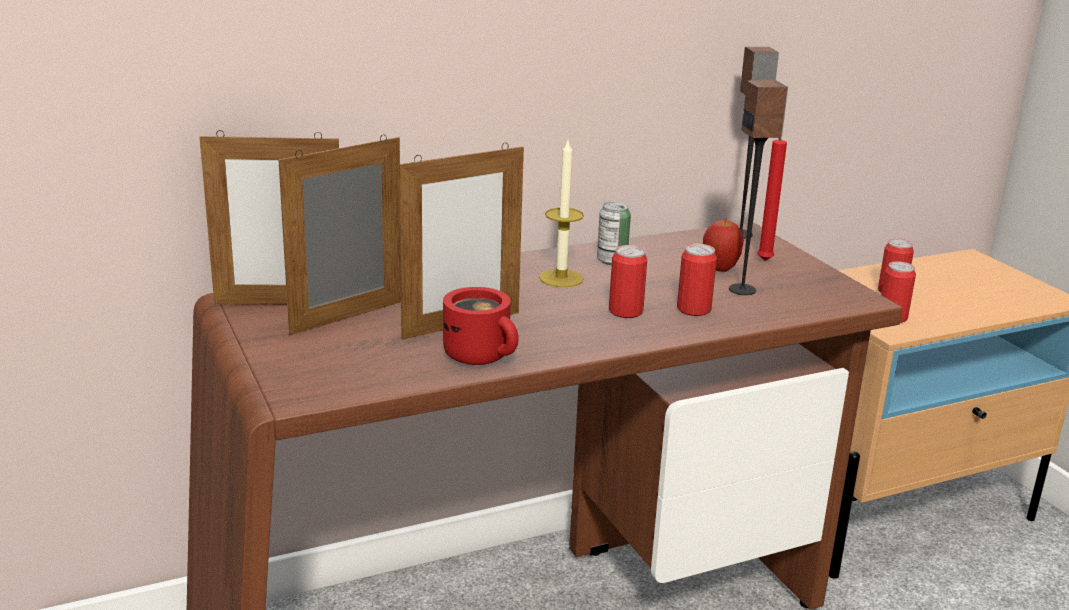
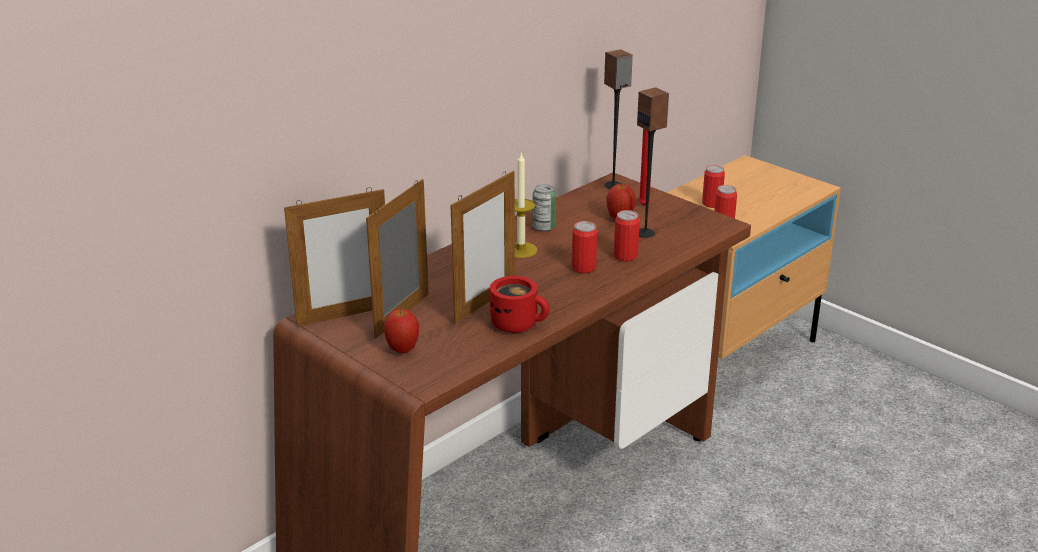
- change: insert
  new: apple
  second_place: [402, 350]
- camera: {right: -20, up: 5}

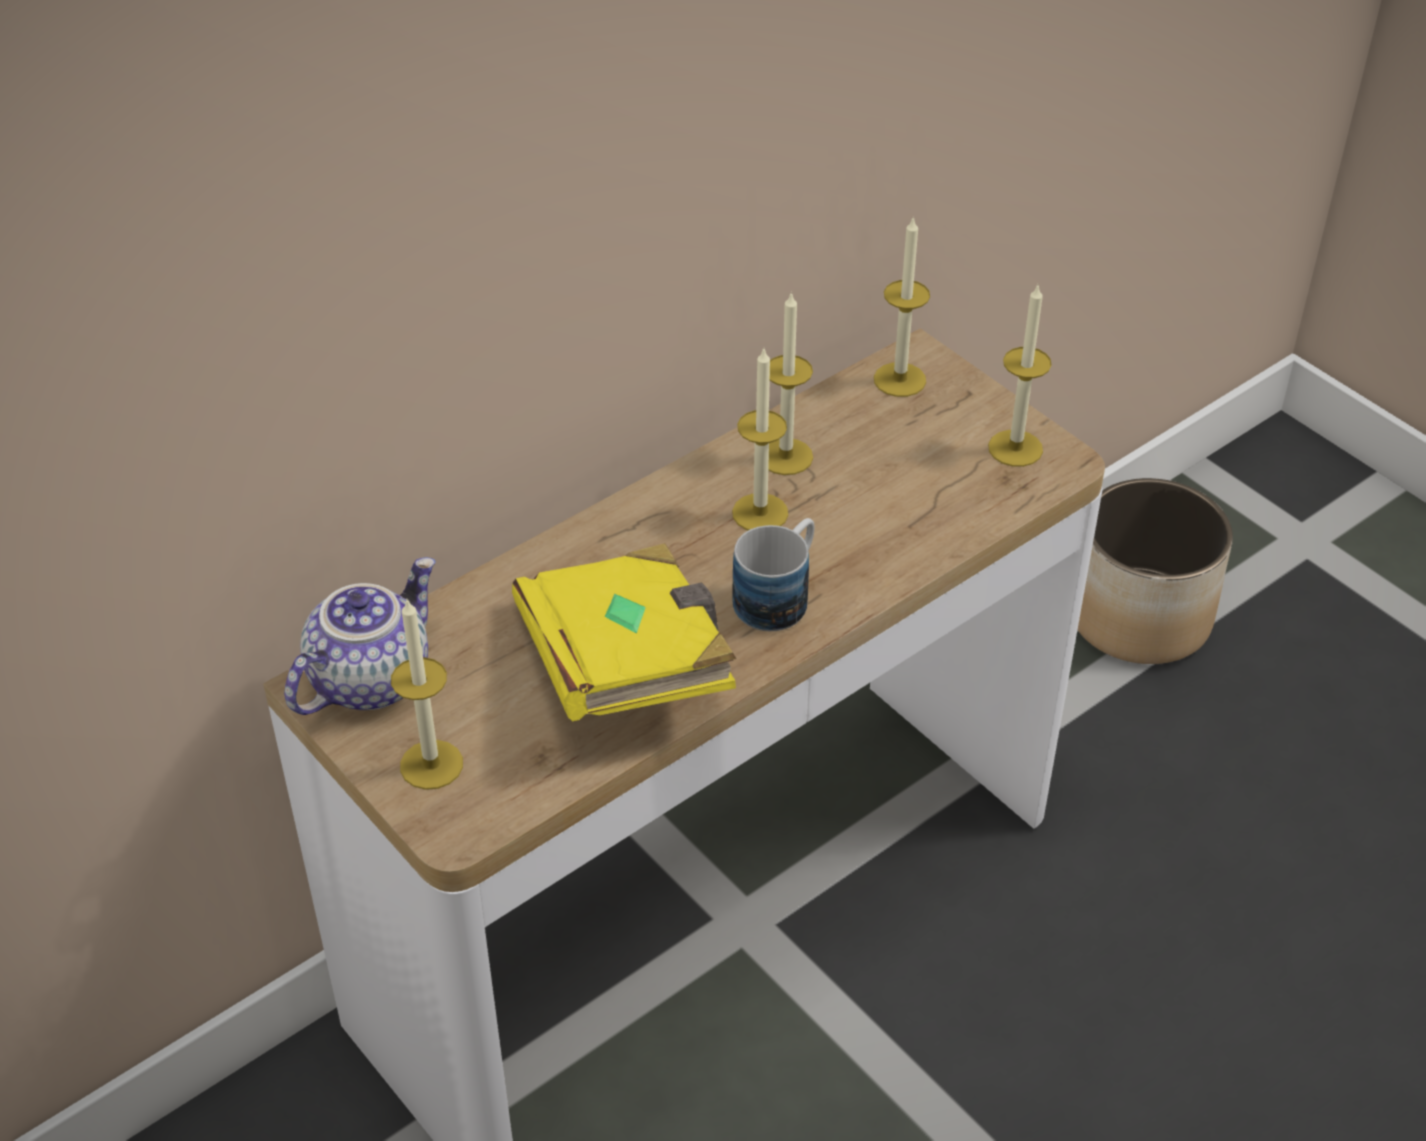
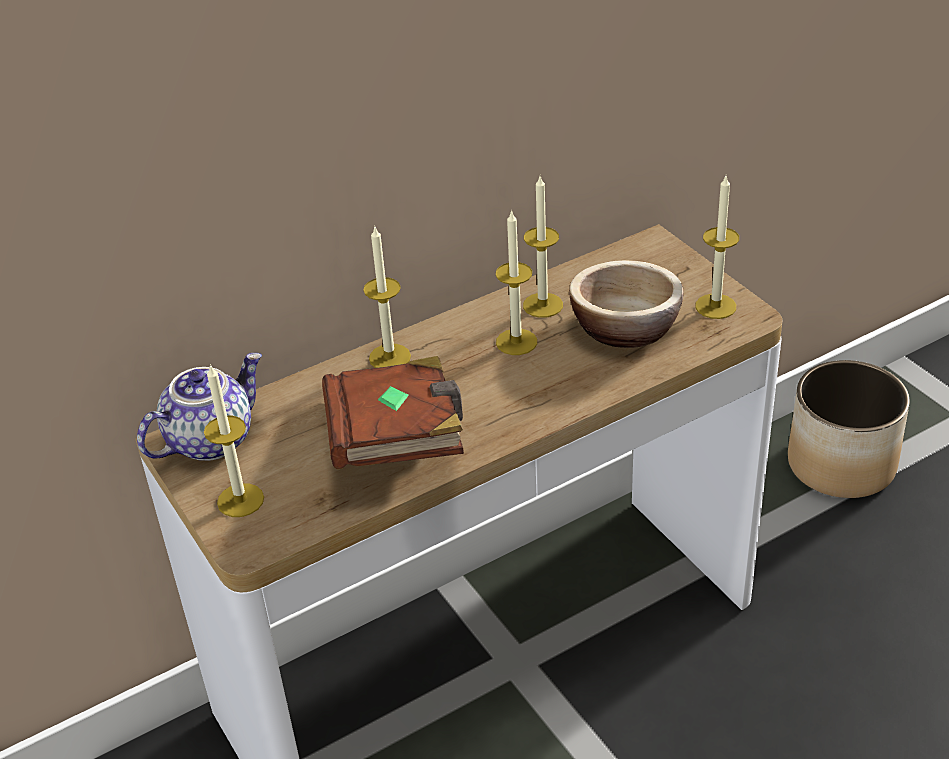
- change: move
  old: wax candle
  first_place: [899, 380]
  second_place: [389, 357]
- change: delete
  old: coffee mug
  first_place: [780, 595]
- change: recolor
  old: yellow-coloured book
  new: brown book
  first_place: [627, 667]
  second_place: [397, 441]
- change: insert
  new: deep dish
  second_place: [625, 328]
- camera: {right: 10, up: -5}

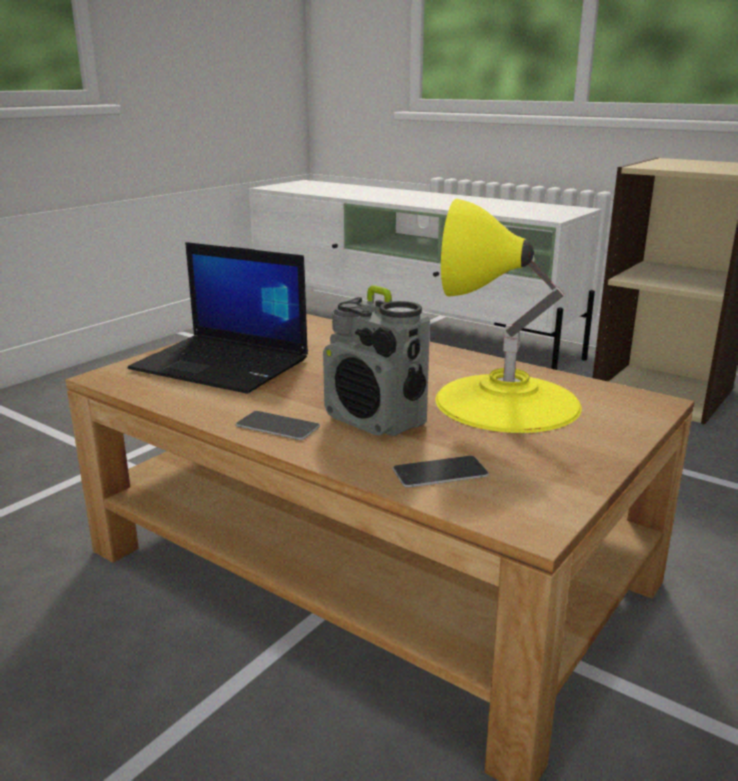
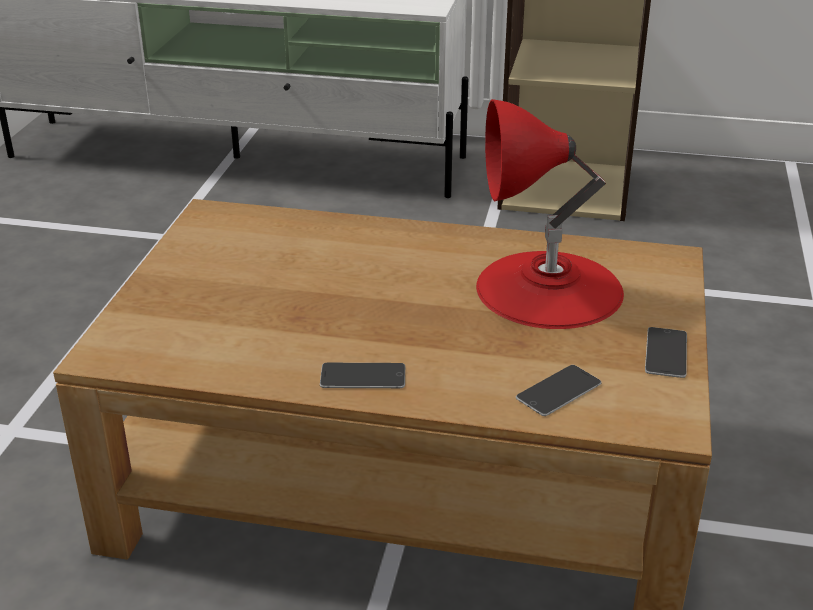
- change: recolor
  old: yellow-coloured table lamp
  new: red-coloured table lamp
  first_place: [506, 402]
  second_place: [549, 289]
- change: delete
  old: laptop
  first_place: [223, 364]
- change: delete
  old: radio set
  first_place: [376, 421]
- change: insert
  new: phone
  second_place: [666, 352]
- camera: {right: -25, up: 10}

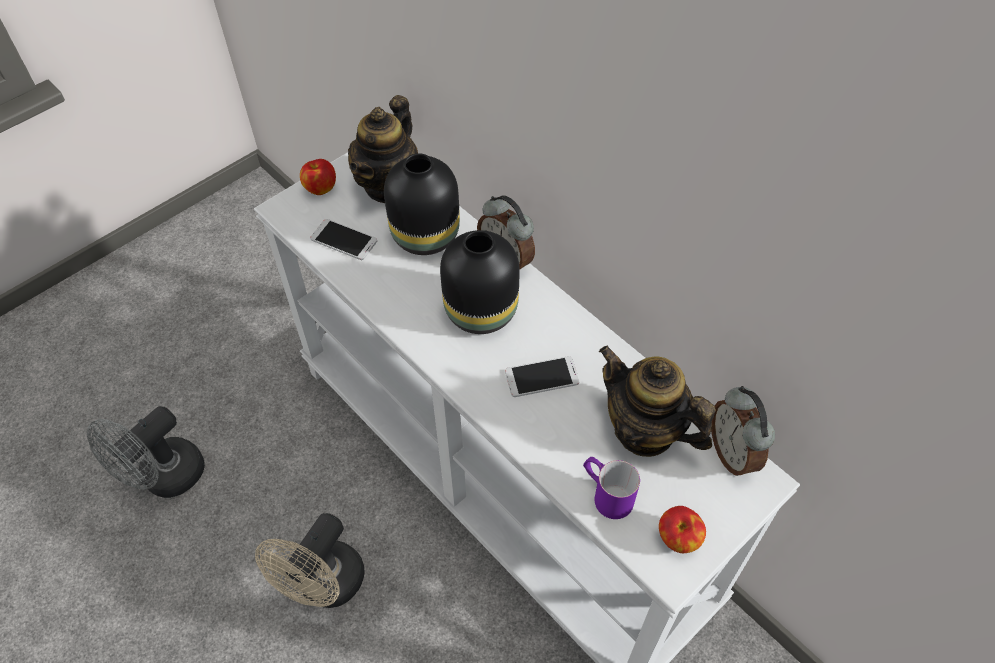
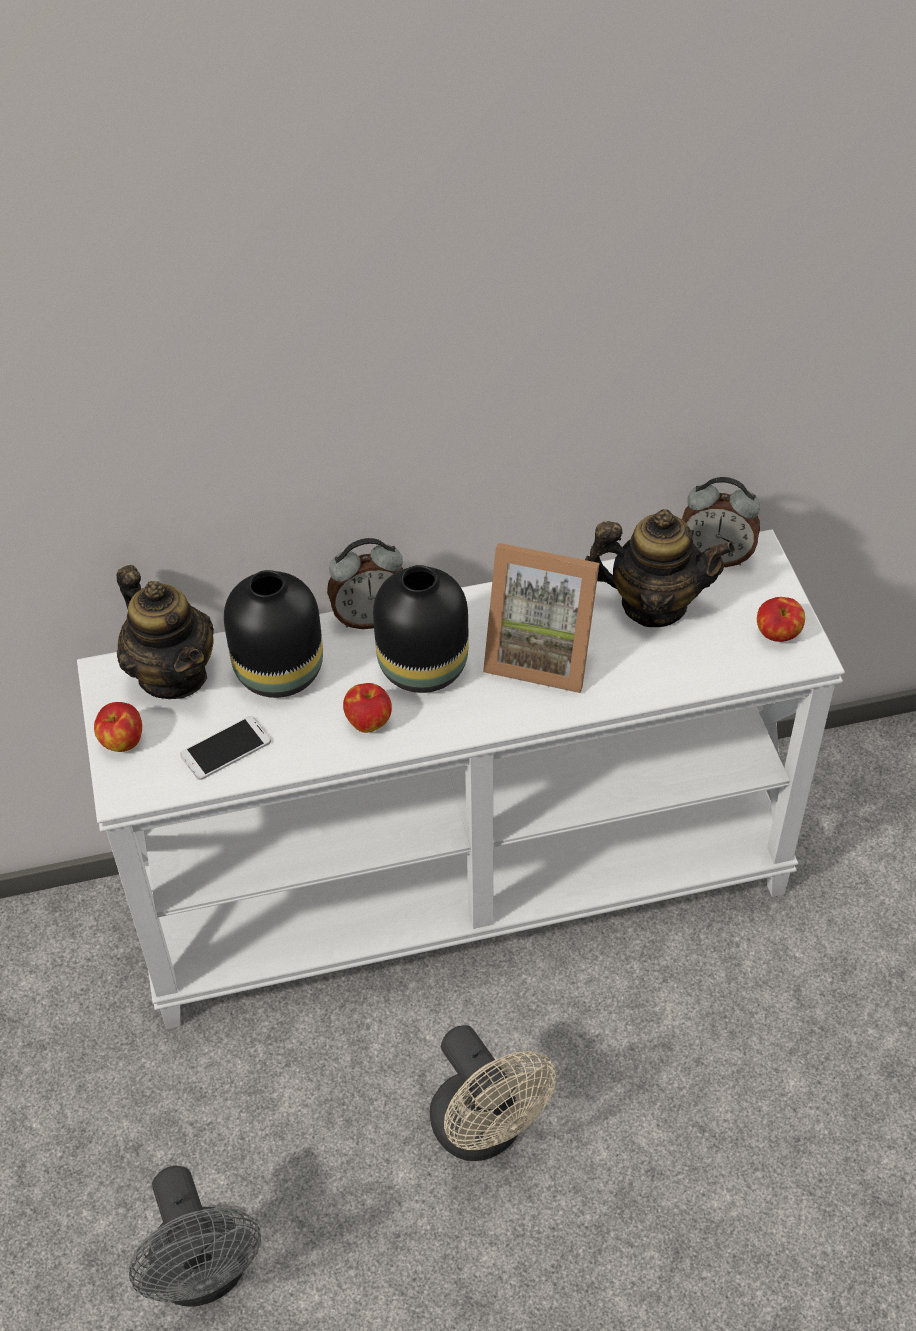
- change: rotate
  old: teapot
  first_place: [645, 430]
  second_place: [653, 605]
  degrees: -150
- change: replace
  old: phone
  new: picture frame
  first_place: [541, 377]
  second_place: [541, 653]
- change: delete
  old: purple coffee mug
  first_place: [606, 493]
- change: insert
  new: apple
  second_place: [369, 721]
- camera: {right: -60, up: -5}

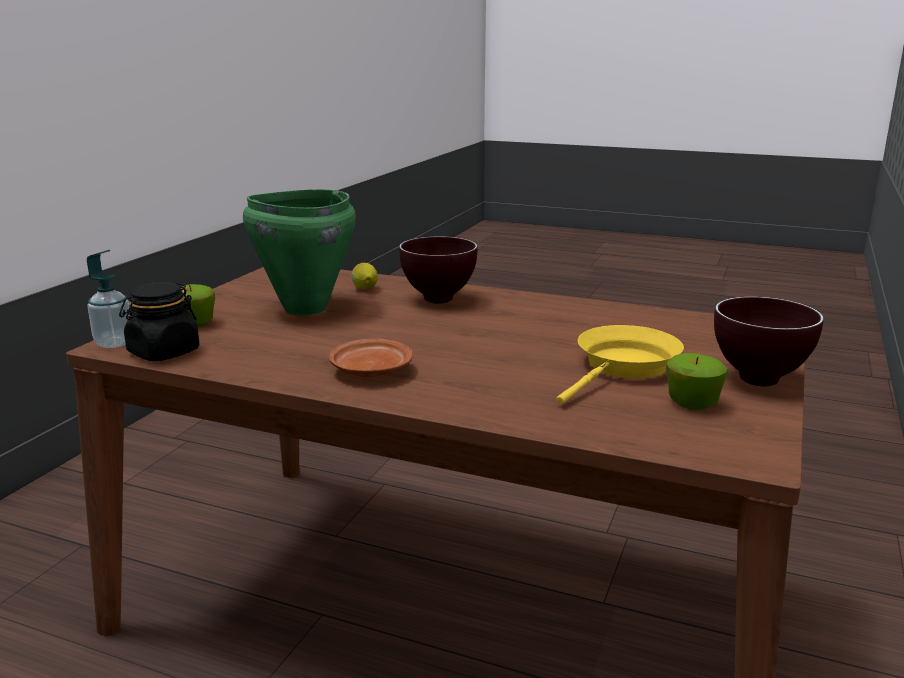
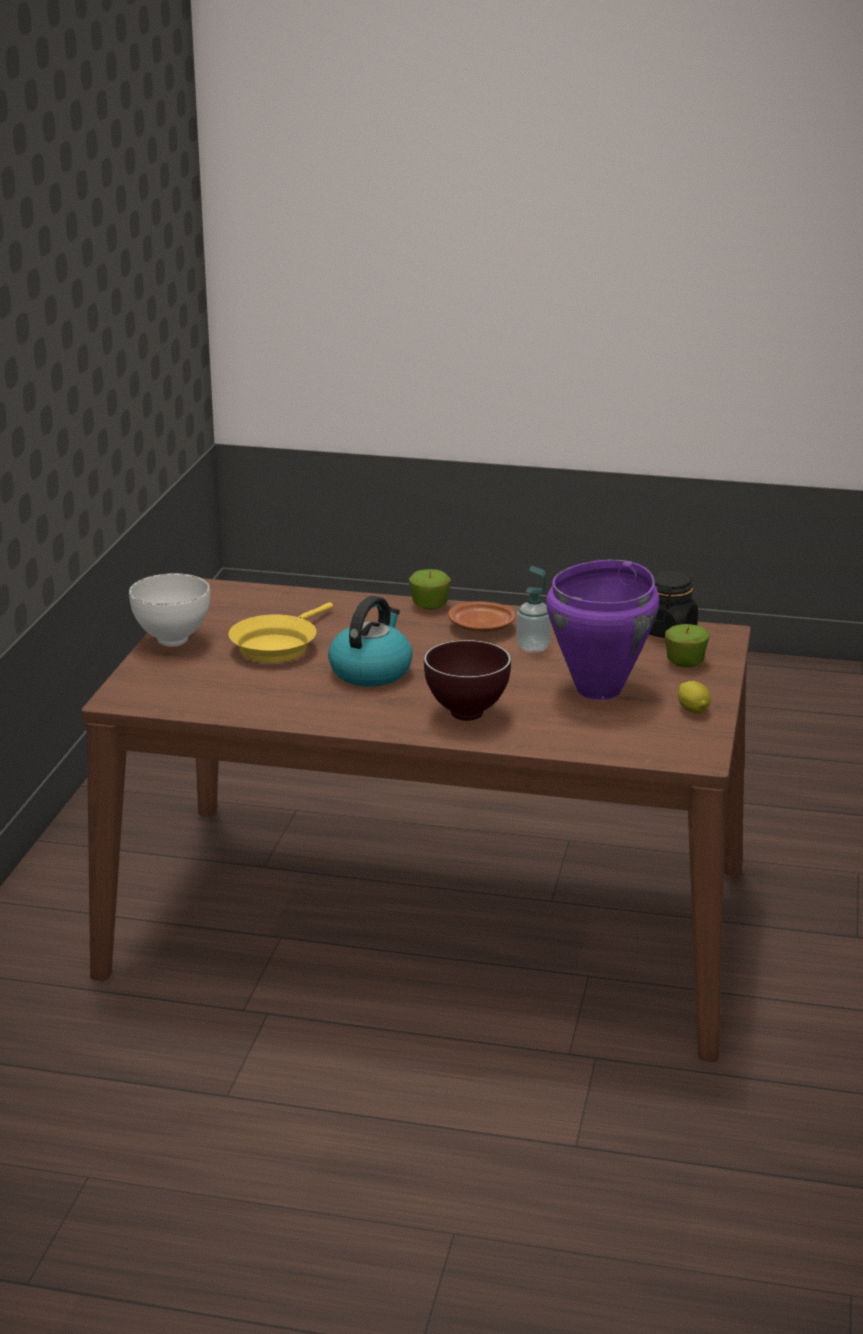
- change: recolor
  old: green-coloured cooking pot
  new: purple cooking pot
  first_place: [304, 309]
  second_place: [600, 690]
- change: move
  old: liquid soap bottle
  first_place: [114, 343]
  second_place: [533, 647]
- change: move
  old: lemon
  first_place: [364, 289]
  second_place: [693, 710]
- change: recolor
  old: brown deep dish
  new: white deep dish
  first_place: [756, 379]
  second_place: [174, 642]
- change: move
  old: apple
  first_place: [692, 403]
  second_place: [429, 605]
- change: insert
  new: kettle
  second_place: [371, 671]
- camera: {right: 170, up: 5}

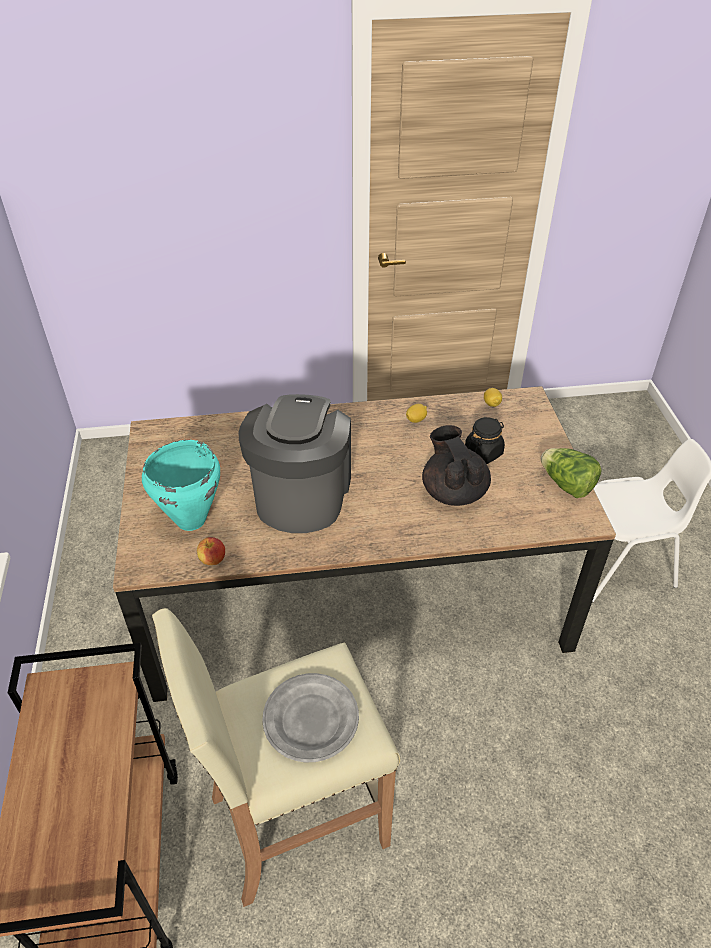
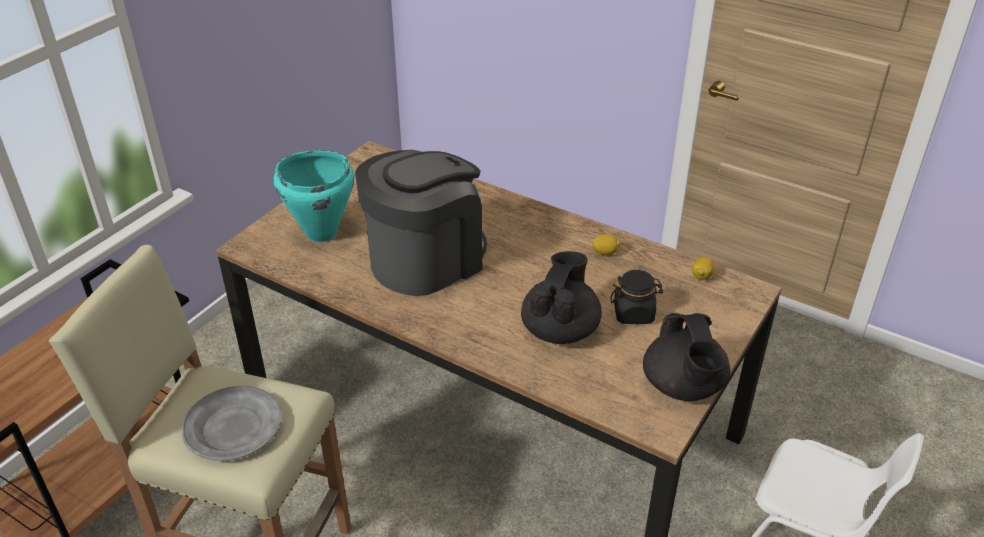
- change: replace
  old: lettuce
  new: black-coloured teapot
  first_place: [566, 485]
  second_place: [683, 386]
- change: delete
  old: apple
  first_place: [212, 560]
- camera: {right: 40, up: -5}

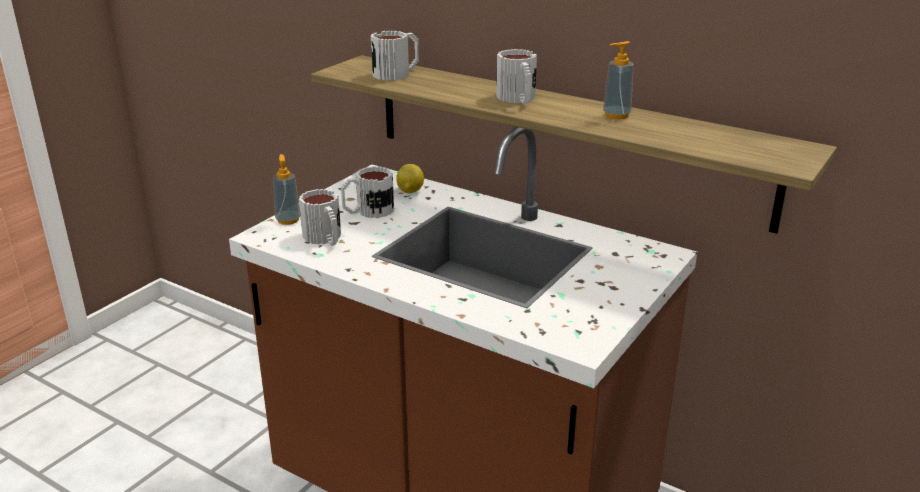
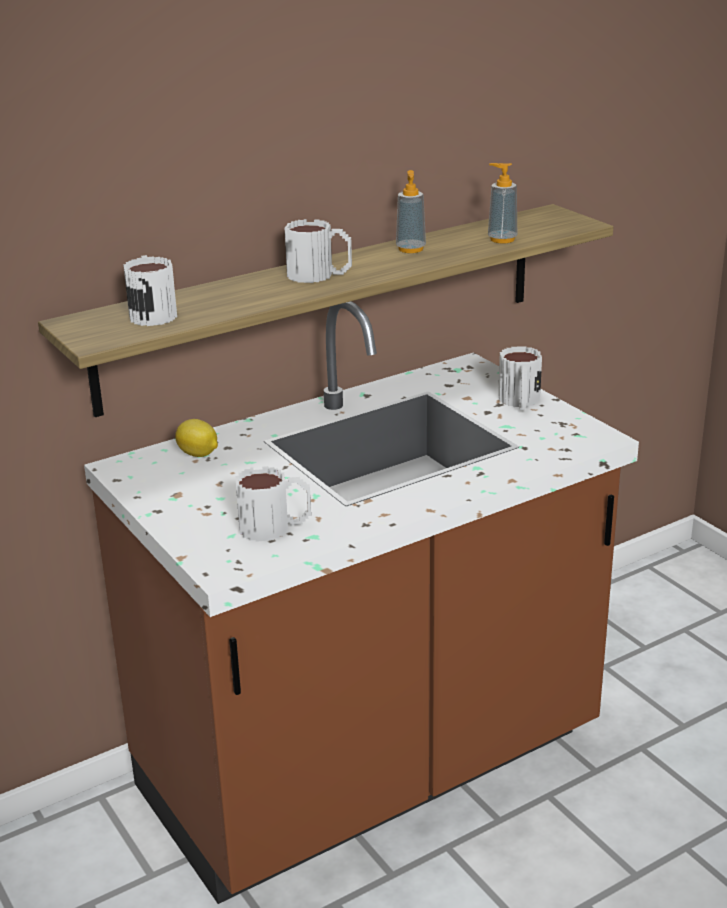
- change: move
  old: liquid soap bottle
  first_place: [288, 220]
  second_place: [502, 239]
- change: move
  old: coffee mug
  first_place: [368, 211]
  second_place: [520, 402]
- camera: {right: -65, up: 0}

